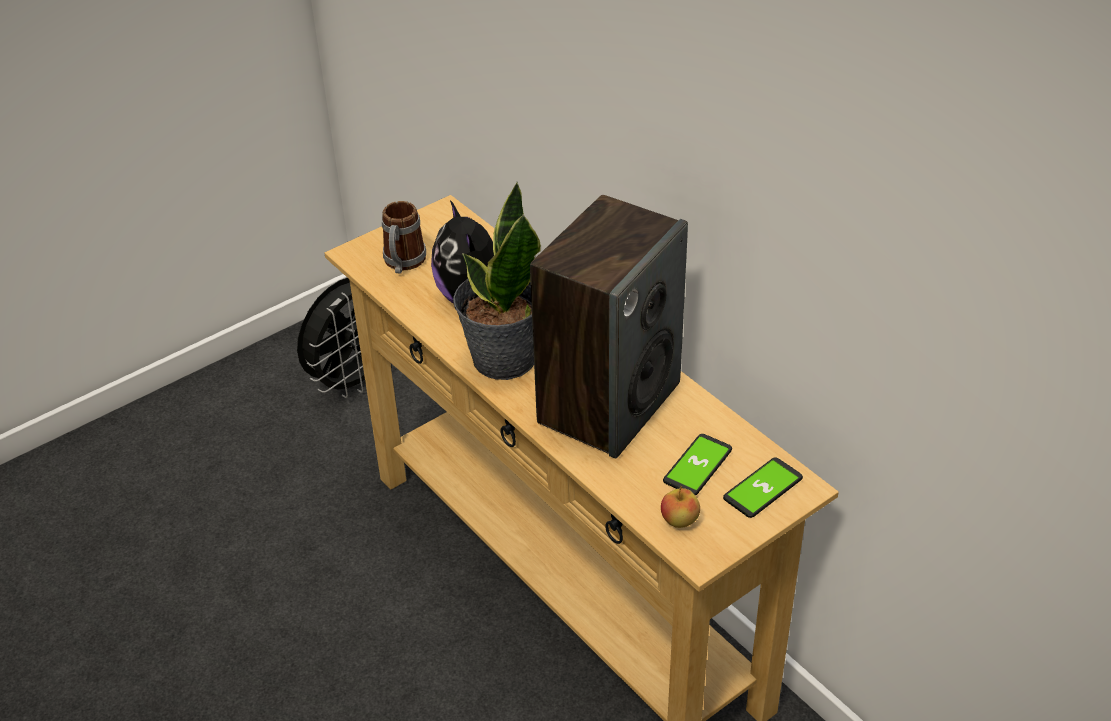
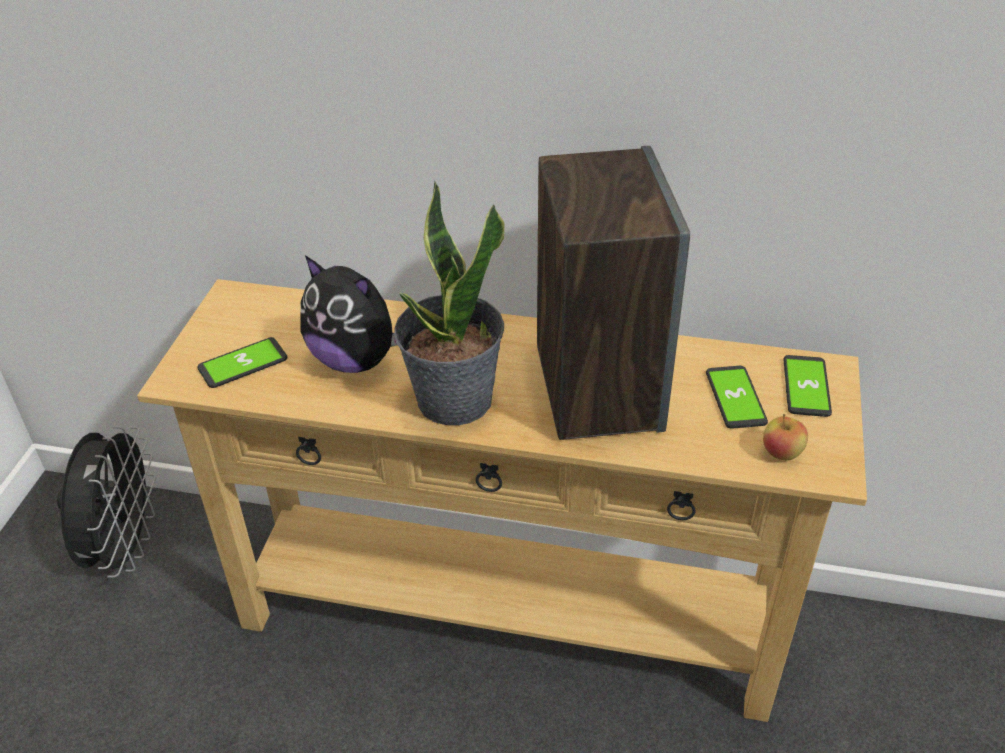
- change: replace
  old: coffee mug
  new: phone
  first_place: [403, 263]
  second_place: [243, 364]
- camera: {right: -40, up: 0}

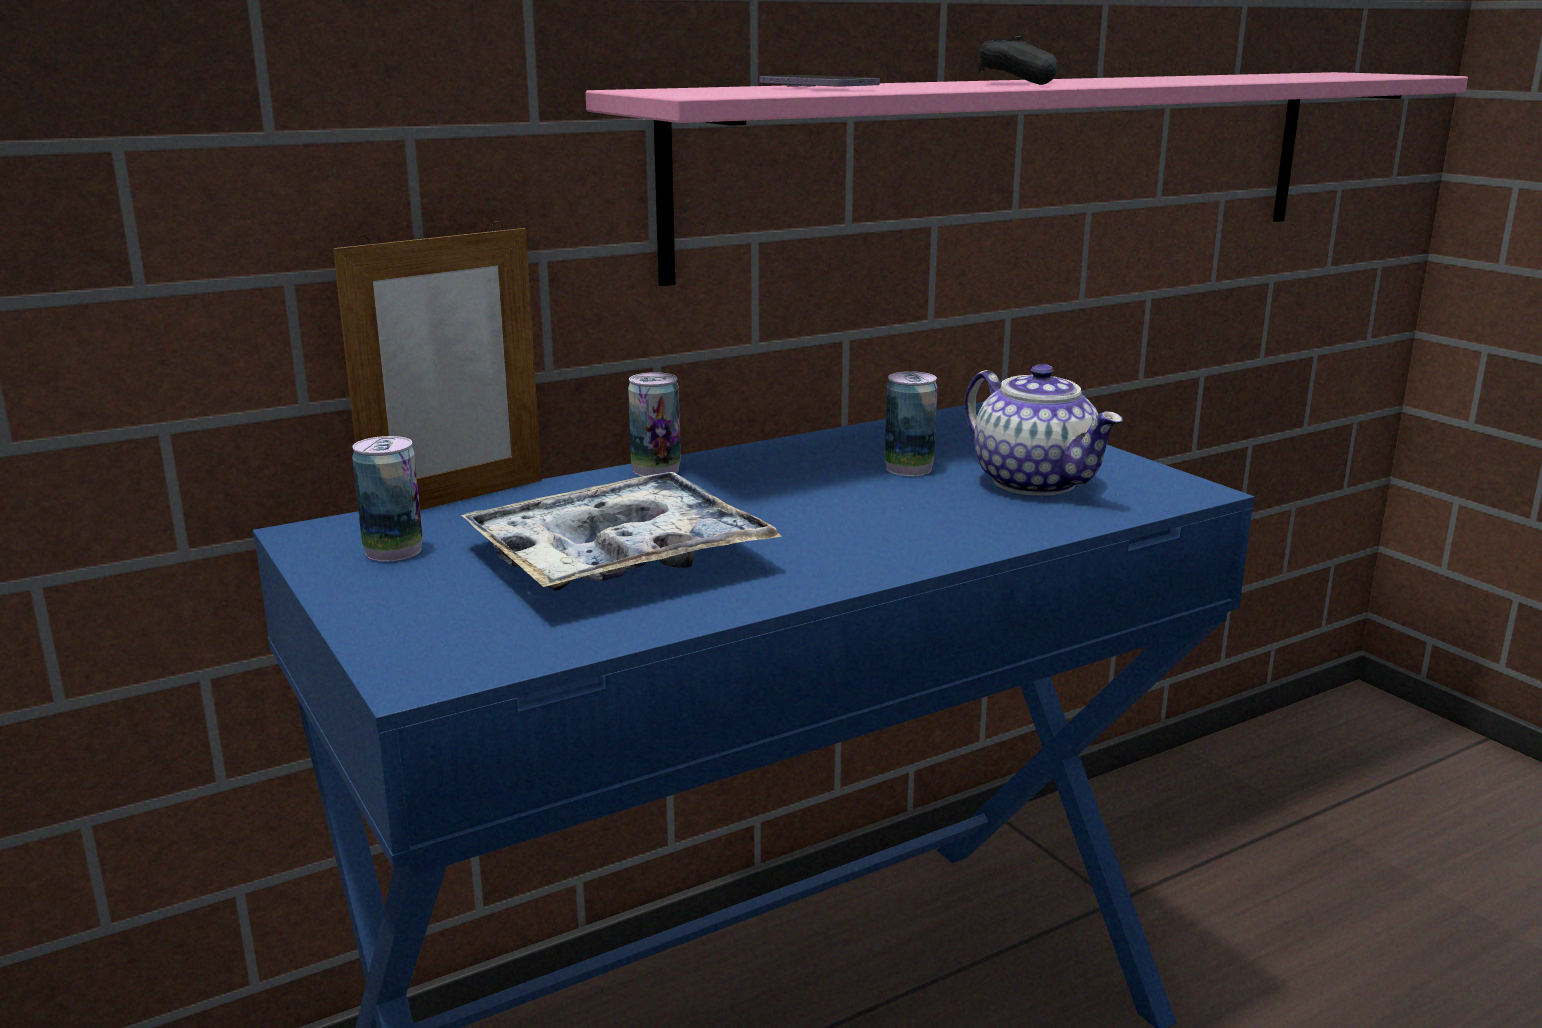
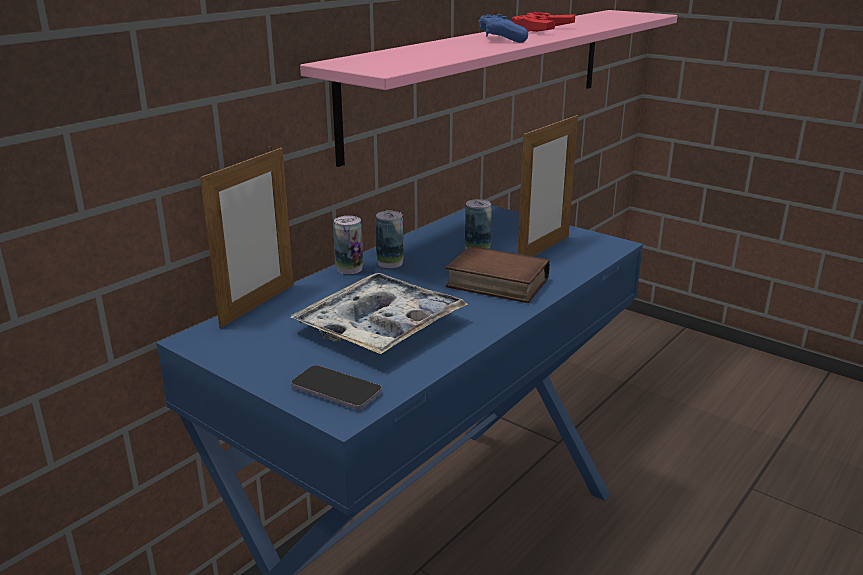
- change: recolor
  old: black-coloured game controller
  new: blue-coloured game controller
  first_place: [1017, 82]
  second_place: [501, 39]
- change: move
  old: phone
  first_place: [818, 87]
  second_place: [336, 390]
- change: replace
  old: teapot
  new: picture frame
  first_place: [1036, 482]
  second_place: [543, 249]
- change: move
  old: metal can
  first_place: [393, 551]
  second_place: [390, 263]
- change: insert
  new: red-coloured game controller
  second_place: [541, 30]
- change: insert
  new: book
  second_place: [495, 284]
- camera: {right: -20, up: 5}

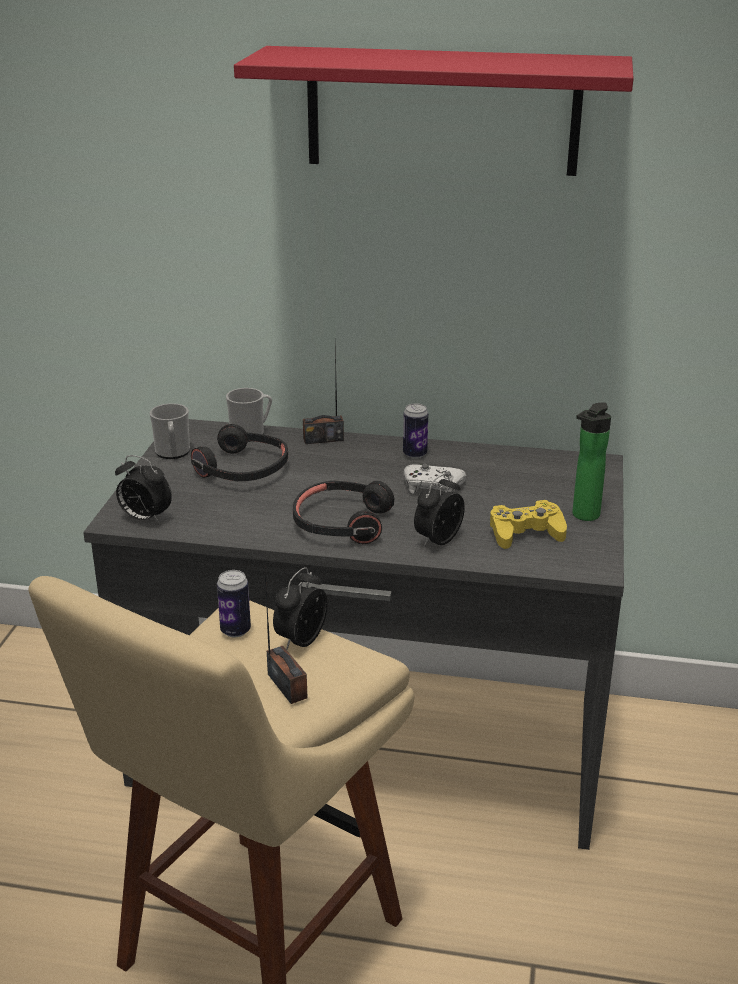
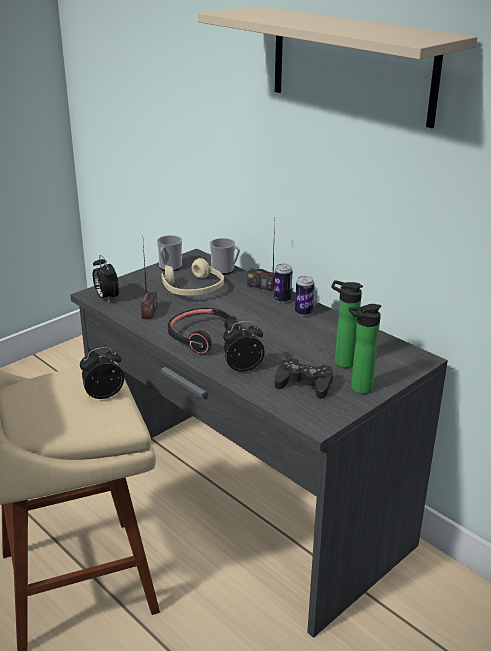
- change: recolor
  old: red-coloured bracket shelf
  new: beige-coloured bracket shelf
  first_place: [442, 111]
  second_place: [351, 64]
- change: recolor
  old: black-coloured headphones
  new: beige-coloured headphones
  first_place: [243, 469]
  second_place: [192, 288]
- change: delete
  old: white game controller
  first_place: [432, 487]
- change: recolor
  old: yellow-coloured game controller
  new: black-coloured game controller
  first_place: [525, 532]
  second_place: [304, 384]
- change: move
  old: radio set
  first_place: [286, 686]
  second_place: [149, 312]
- change: move
  old: metal can
  first_place: [235, 630]
  second_place: [282, 299]
- change: insert
  new: bottle
  second_place: [341, 362]
- camera: {right: 35, up: 0}

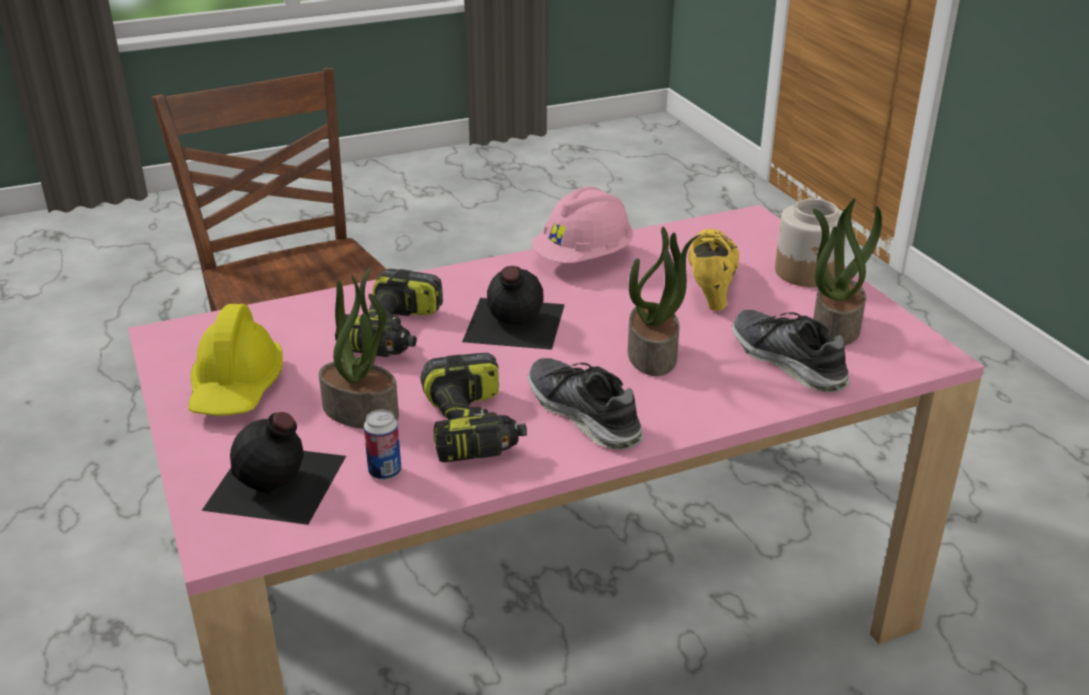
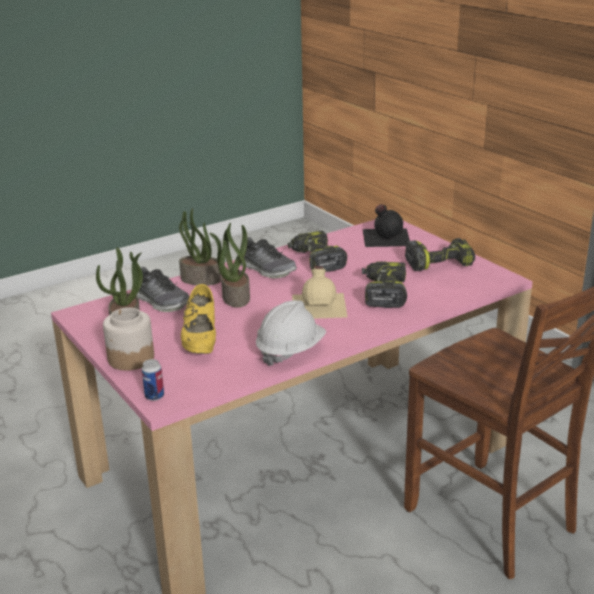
- change: recolor
  old: pink-coloured hard hat
  new: white hard hat
  first_place: [584, 259]
  second_place: [290, 351]
- change: recolor
  old: black-coloured bottle
  new: beige-coloured bottle
  first_place: [512, 323]
  second_place: [320, 305]
- change: move
  old: houseplant
  first_place: [362, 411]
  second_place: [199, 280]
- change: replace
  old: yellow-coloured hard hat
  new: power drill
  first_place: [237, 388]
  second_place: [439, 262]
- change: move
  old: metal can
  first_place: [385, 472]
  second_place: [154, 396]
- camera: {right: 170, up: -5}

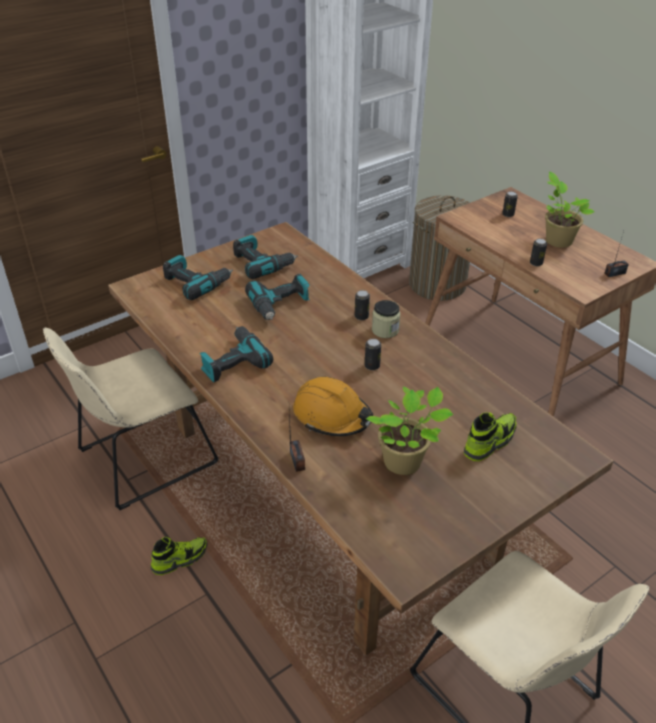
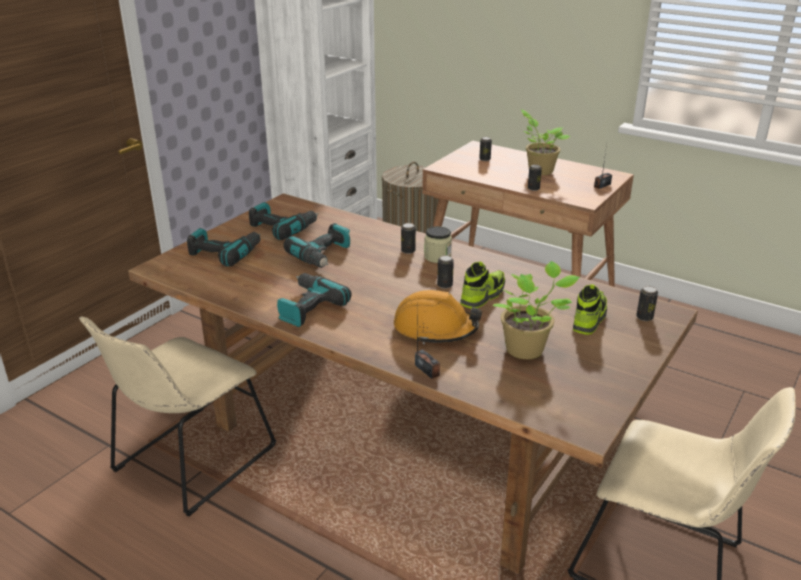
- change: move
  old: shoe
  first_place: [180, 559]
  second_place: [482, 295]
- change: insert
  new: metal can
  second_place: [644, 317]
- camera: {right: -20, up: -10}

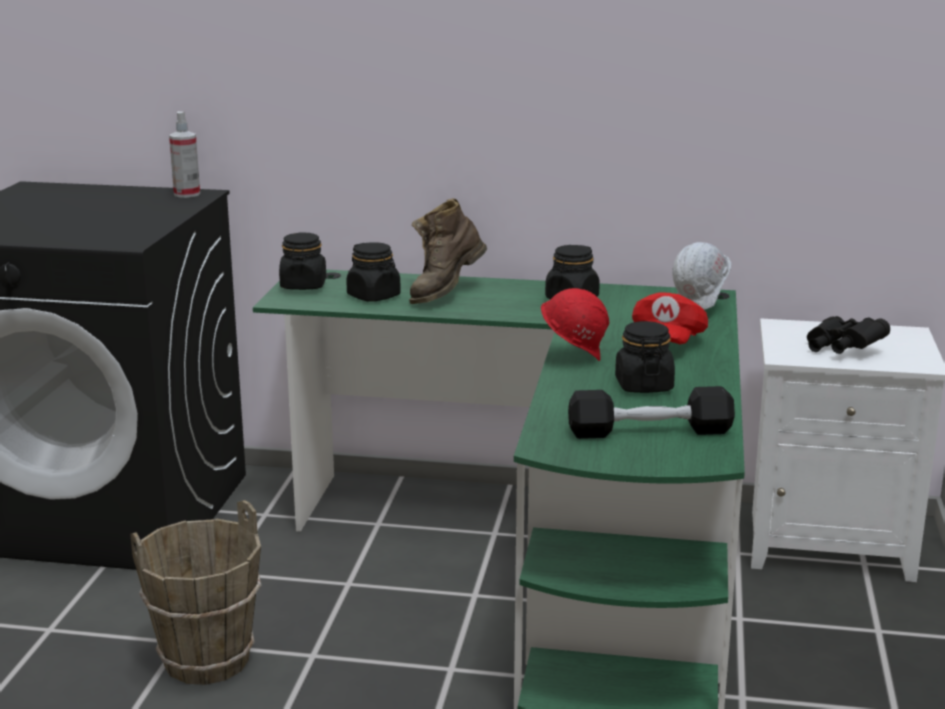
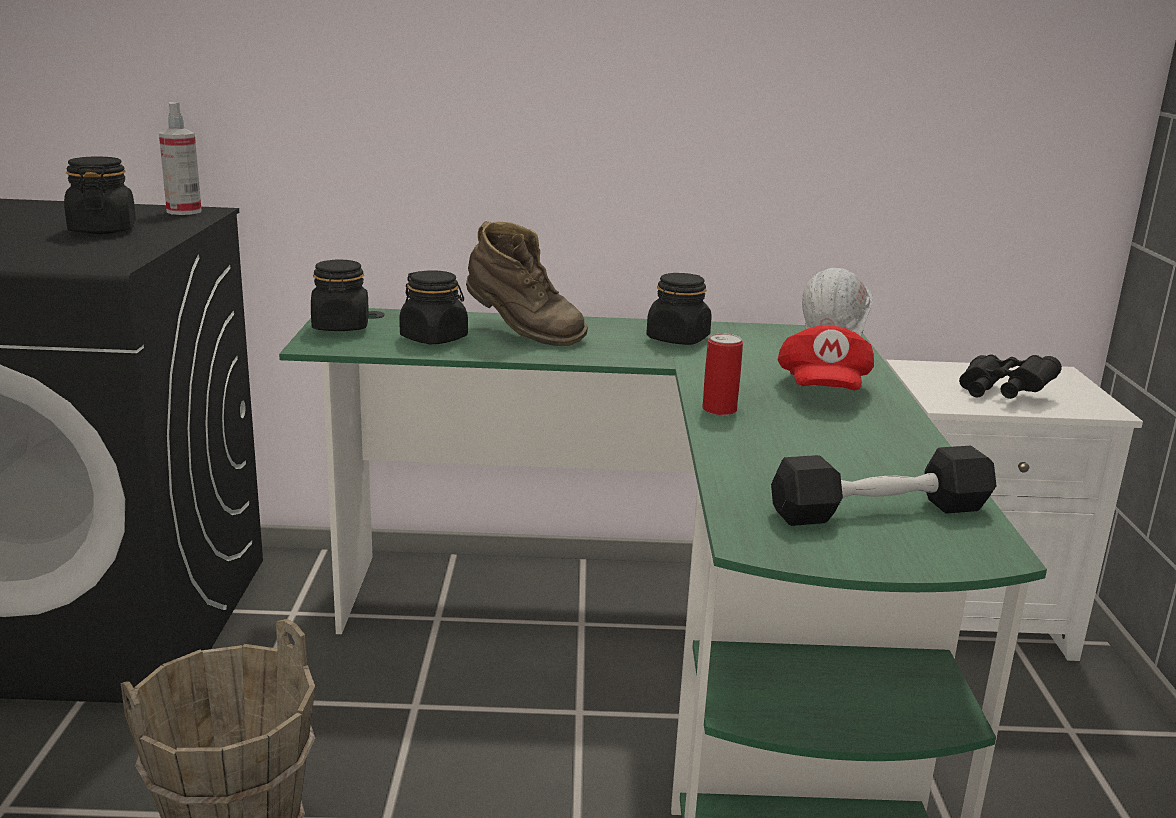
- change: rotate
  old: brown tall boot
  first_place: [445, 294]
  second_place: [522, 334]
  degrees: -90
- change: replace
  old: red-coloured hard hat
  new: metal can
  first_place: [573, 357]
  second_place: [719, 410]
- change: move
  old: black-coloured preserve jar
  first_place: [643, 385]
  second_place: [103, 230]
- camera: {right: -10, up: 0}

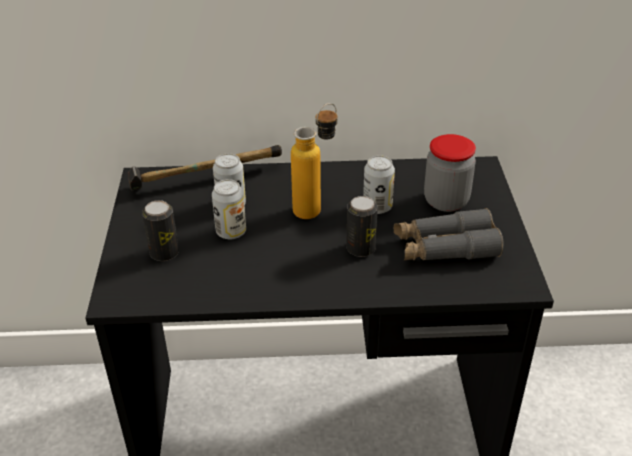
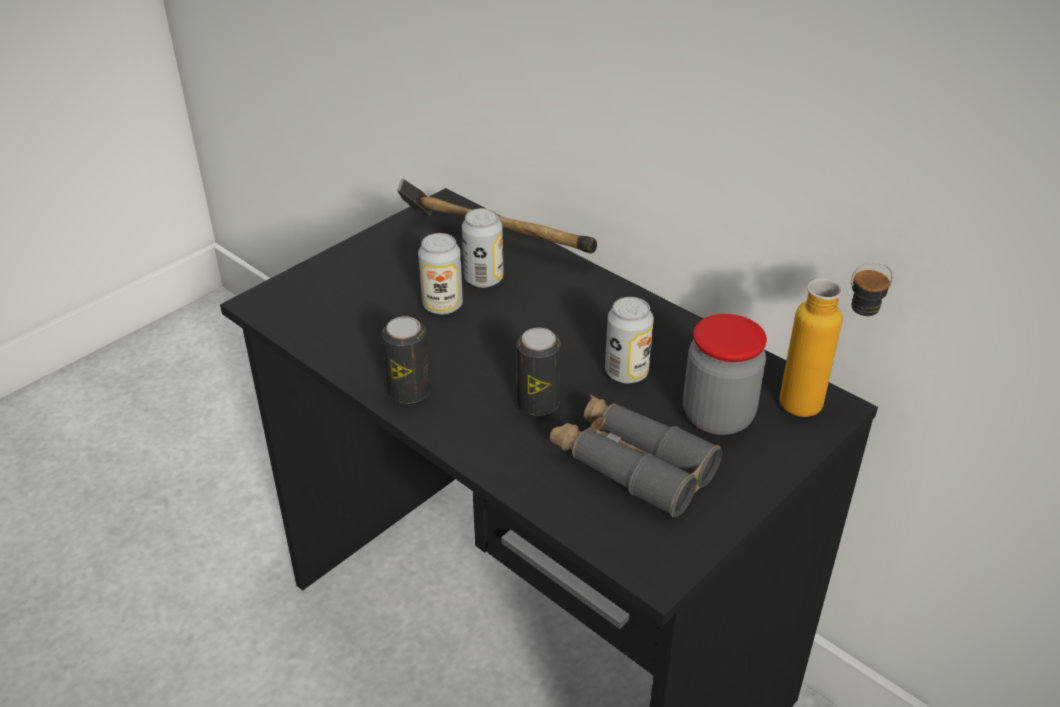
- change: move
  old: bottle
  first_place: [315, 207]
  second_place: [819, 406]
- change: move
  old: metal can
  first_place: [164, 253]
  second_place: [409, 392]
- camera: {right: 45, up: 0}

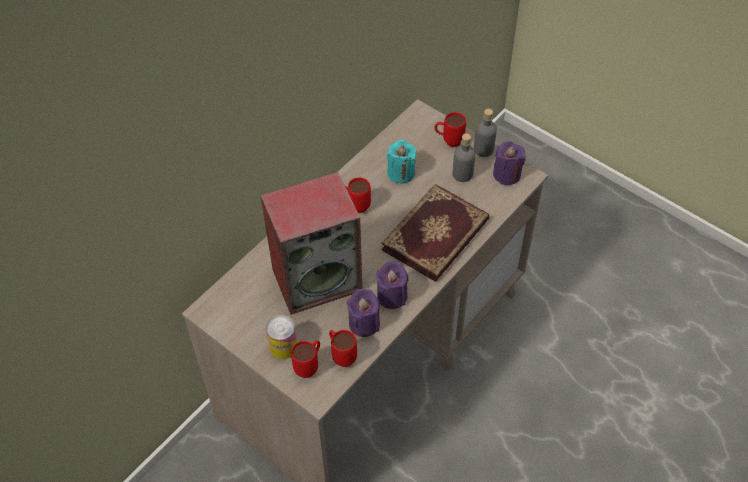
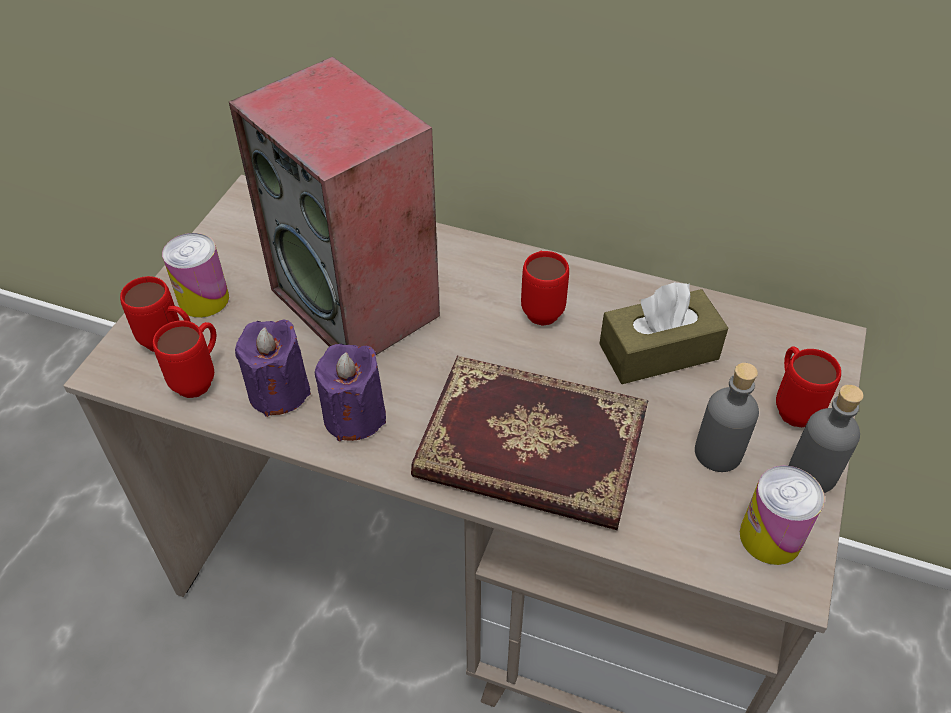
- change: replace
  old: turquoise-coloured wax candle
  new: brown tissue holder
  first_place: [401, 173]
  second_place: [658, 351]
- change: replace
  old: purple wax candle
  new: metal can
  first_place: [507, 174]
  second_place: [770, 537]
- camera: {right: 70, up: -5}

